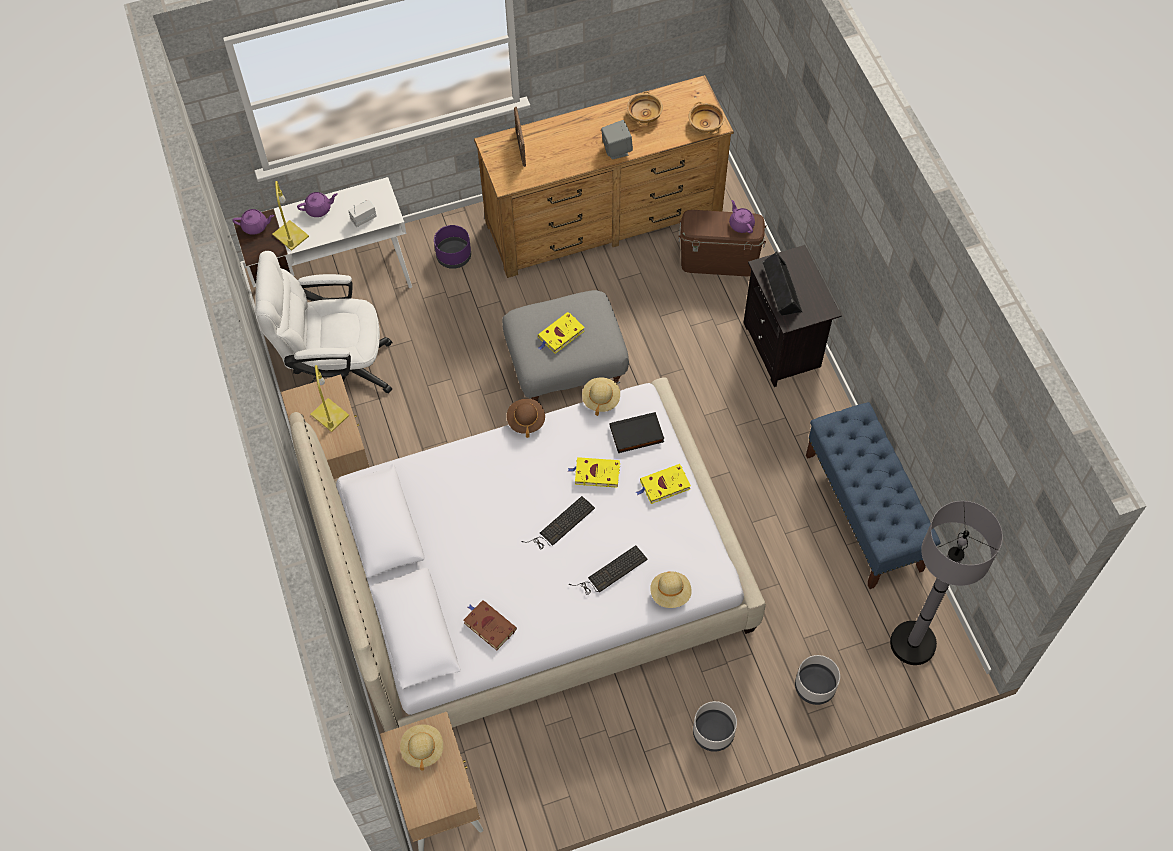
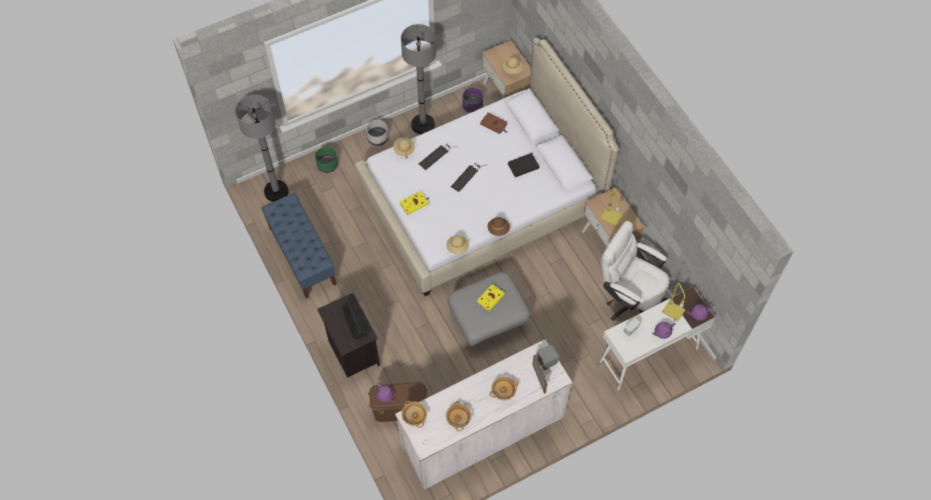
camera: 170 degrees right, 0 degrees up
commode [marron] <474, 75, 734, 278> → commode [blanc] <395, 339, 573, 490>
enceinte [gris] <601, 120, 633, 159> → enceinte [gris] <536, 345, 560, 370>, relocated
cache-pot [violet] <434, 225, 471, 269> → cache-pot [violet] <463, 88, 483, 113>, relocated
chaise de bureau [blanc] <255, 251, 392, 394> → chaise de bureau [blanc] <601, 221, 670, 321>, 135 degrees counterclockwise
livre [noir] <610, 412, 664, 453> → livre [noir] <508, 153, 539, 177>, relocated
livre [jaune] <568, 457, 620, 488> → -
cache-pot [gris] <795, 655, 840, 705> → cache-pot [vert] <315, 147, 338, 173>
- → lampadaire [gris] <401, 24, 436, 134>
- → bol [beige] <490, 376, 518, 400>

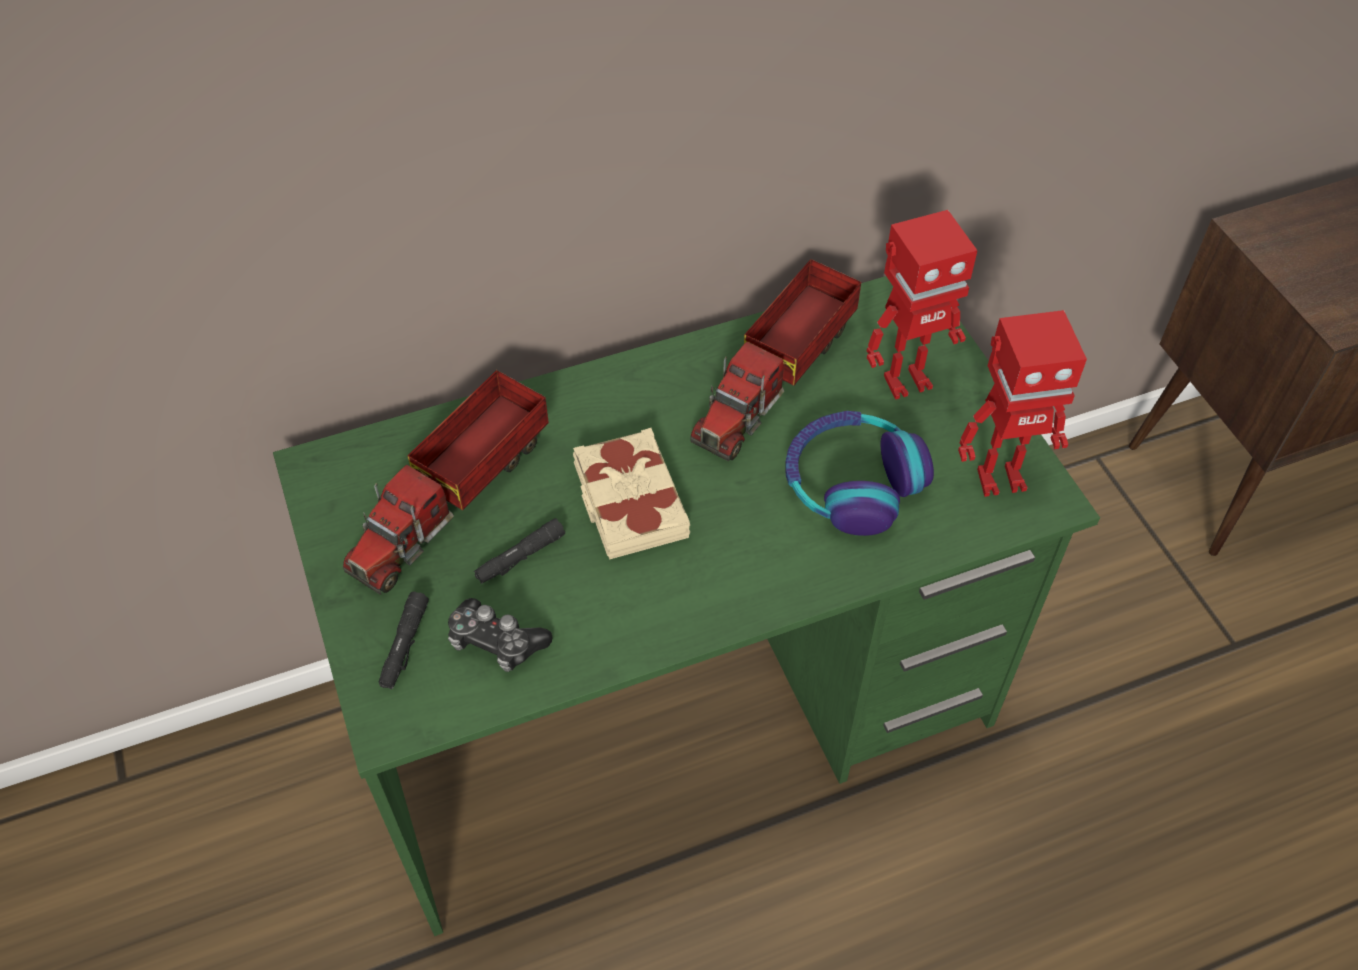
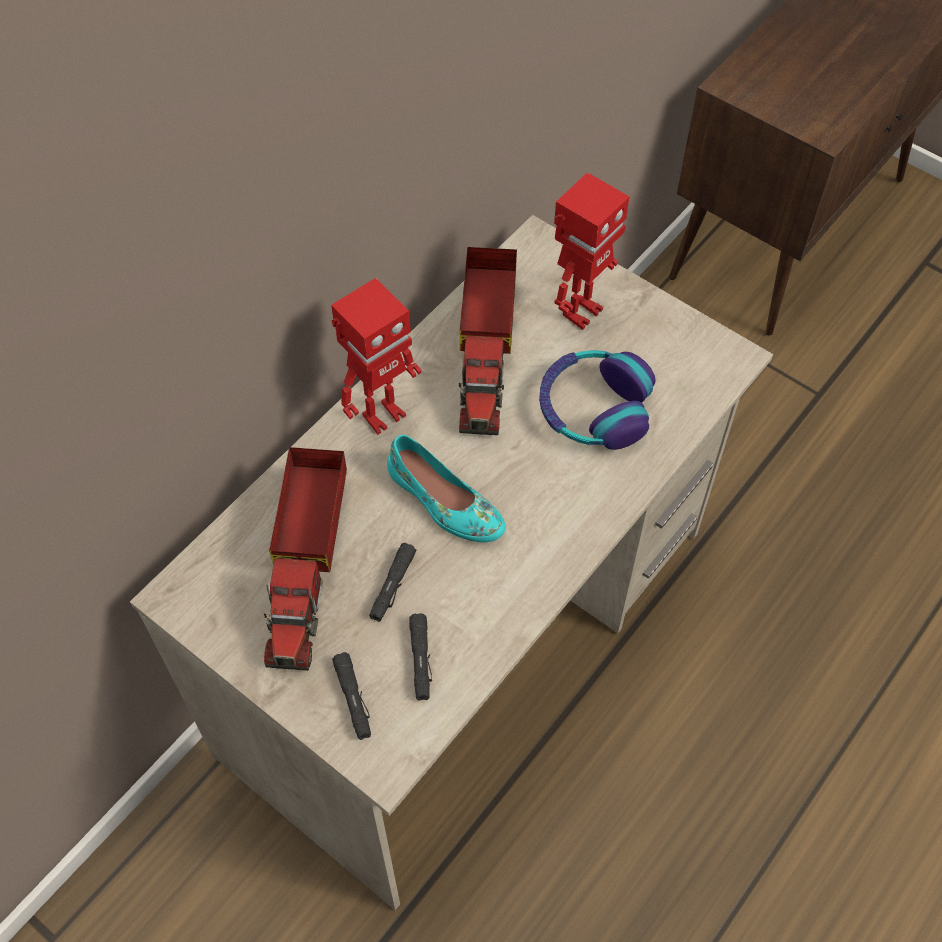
camera: 30 degrees left, 5 degrees up
bureau [vert] <273, 276, 1100, 936> → bureau [beige] <130, 215, 773, 910>
robot jouet <958, 310, 1087, 497> → robot jouet <331, 278, 422, 435>, relocated
livre [beige] <573, 428, 690, 559> → chaussure [turquoise] <387, 435, 506, 542>
manette <448, 598, 552, 672> → lampe de poche [noir] <409, 613, 432, 701>

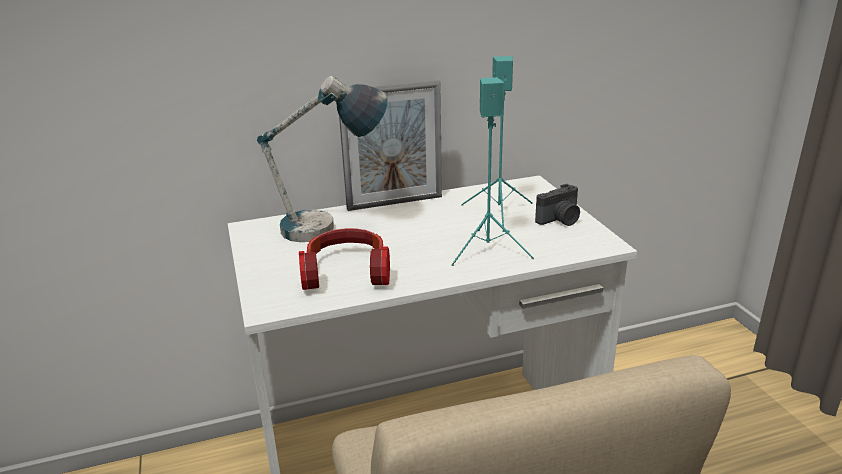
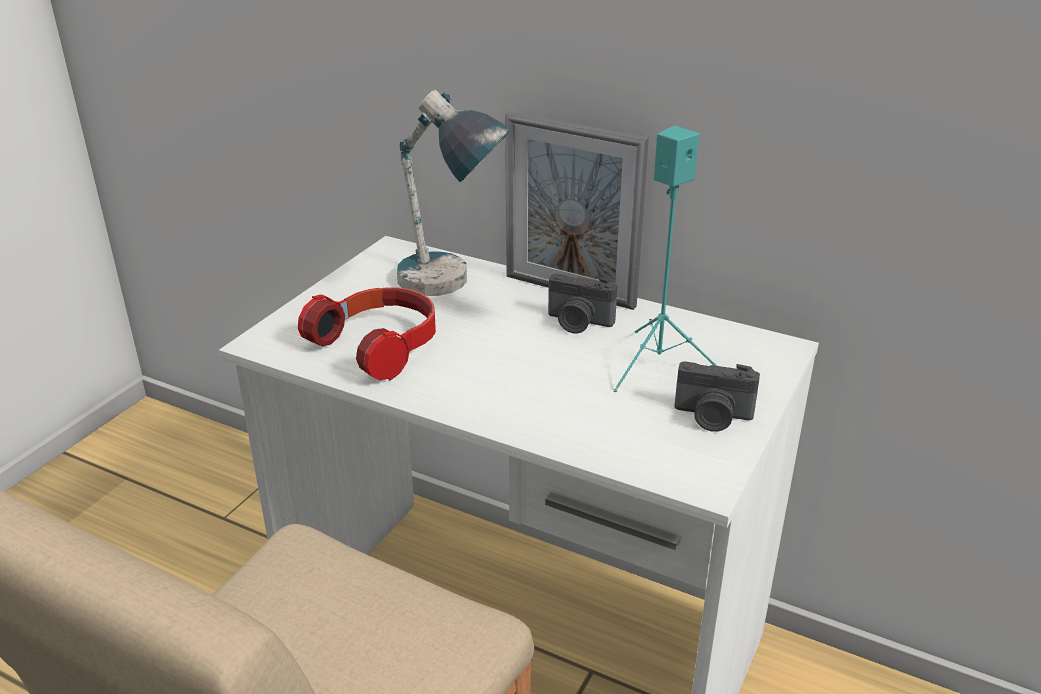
camera: 45 degrees right, 5 degrees up
enceinte [turquoise] <451, 77, 534, 266> → -
- → appareil photo <548, 274, 617, 334>

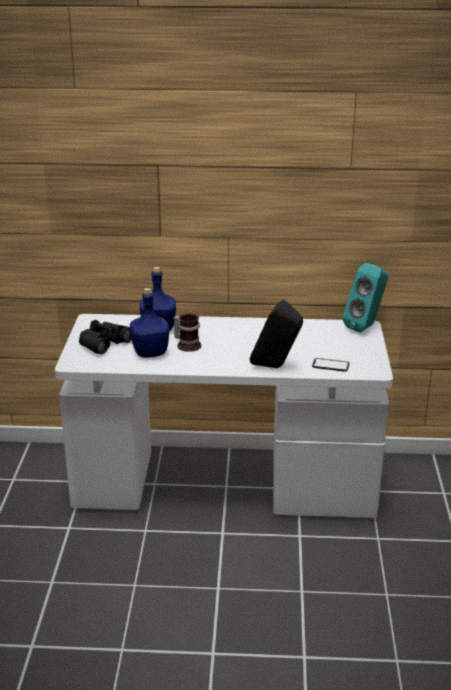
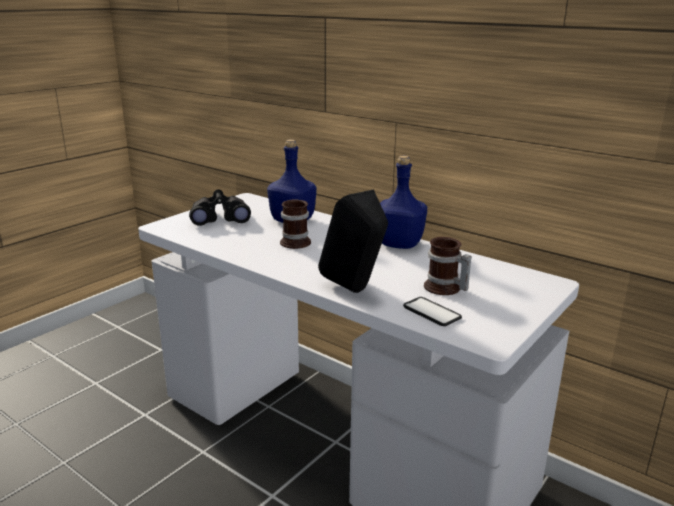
camera: 35 degrees right, 5 degrees down
enceinte [turquoise] <342, 263, 388, 333> → -
bouteille [bleu] <130, 288, 169, 358> → bouteille [bleu] <380, 156, 427, 249>, relocated
- → mug <424, 237, 472, 295>

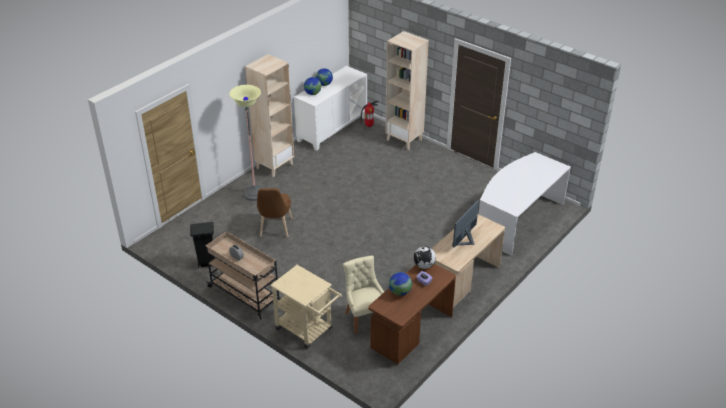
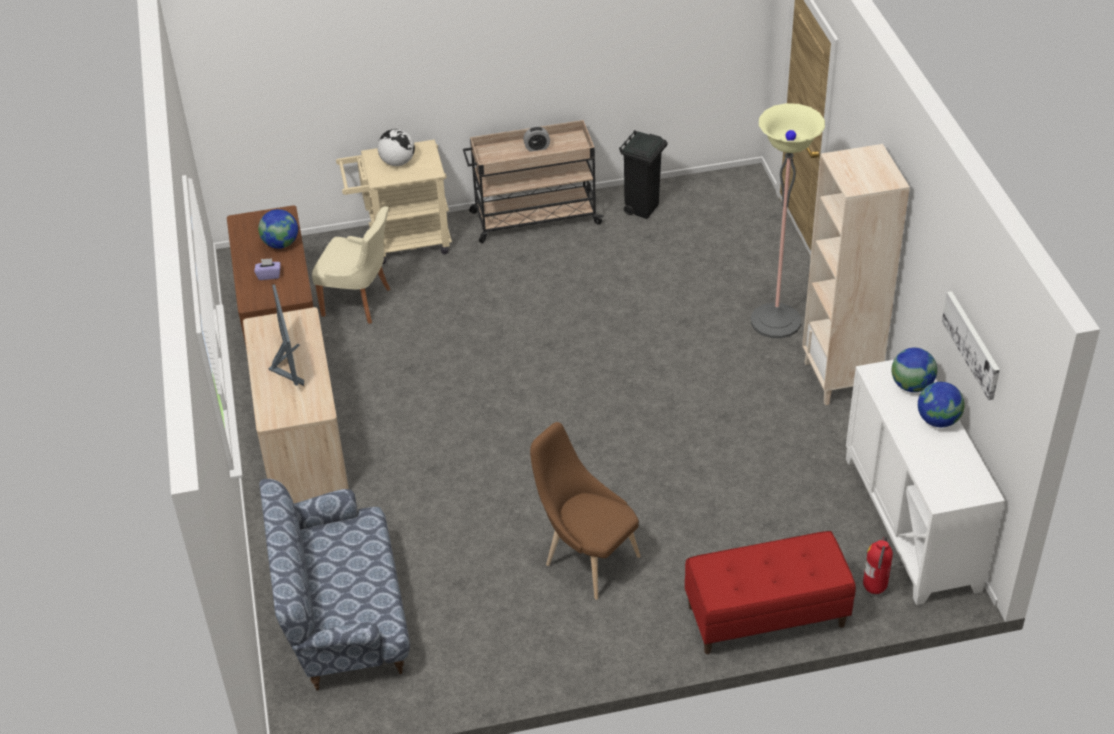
camera: 130 degrees right, 5 degrees up
bibliothèque [beige] <385, 31, 429, 150> → banc [rouge] <685, 531, 856, 654>
bureau [blanc] <479, 152, 571, 256> → canapé <259, 479, 410, 691>
chaise [marron] <257, 188, 293, 237> → chaise [marron] <530, 422, 641, 600>, relocated
globe <414, 246, 436, 269> → globe <377, 129, 415, 166>, relocated
- → tableau <942, 291, 1000, 400>

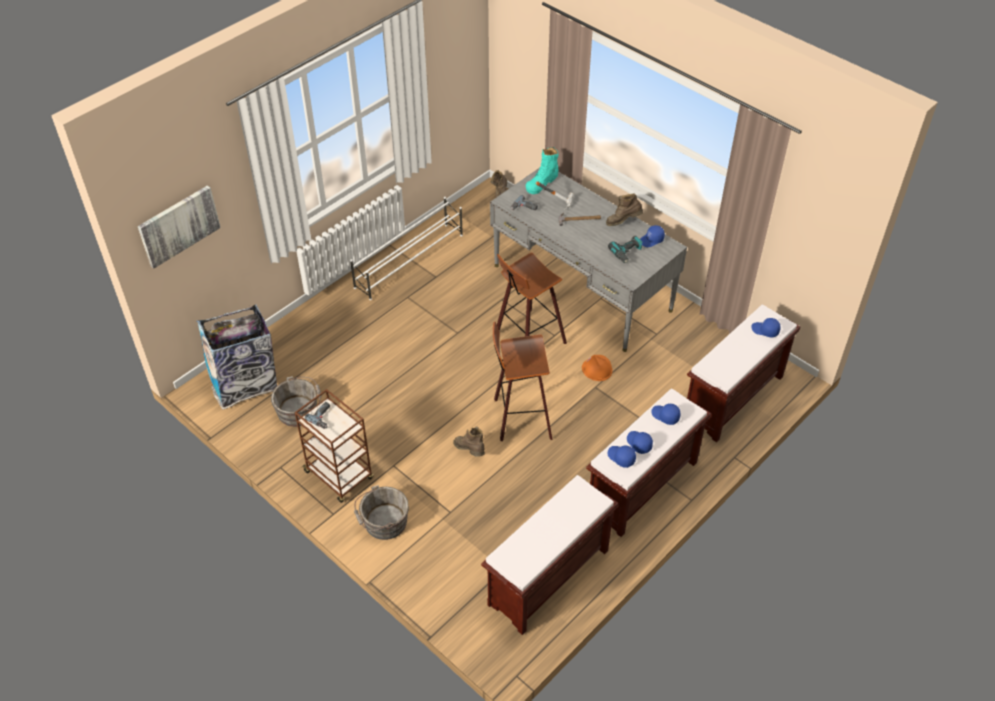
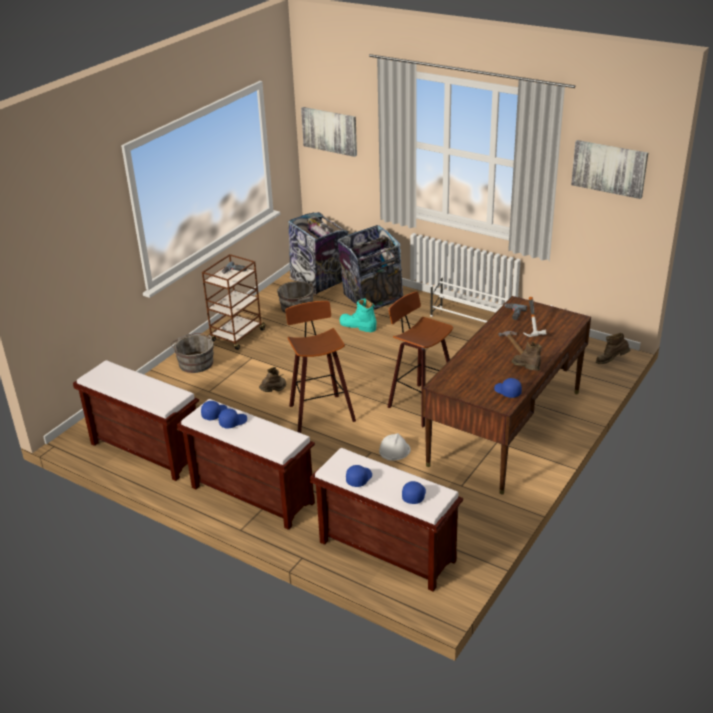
camera: 80 degrees right, 15 degrees down
botte [turquoise] <526, 147, 558, 194> → botte [turquoise] <340, 299, 377, 332>, relocated
bureau [gris] <490, 168, 687, 352> → bureau [marron] <422, 296, 591, 494>
perceuse <608, 235, 643, 263> → -
casque de chantier [orange] <582, 355, 612, 381> → casque de chantier [blanc] <379, 433, 411, 461>
casquette [bleu] <652, 404, 681, 425> → casquette [bleu] <346, 465, 372, 487>, relocated
- → tableau <571, 140, 648, 199>
- → poubelle <338, 225, 403, 309>

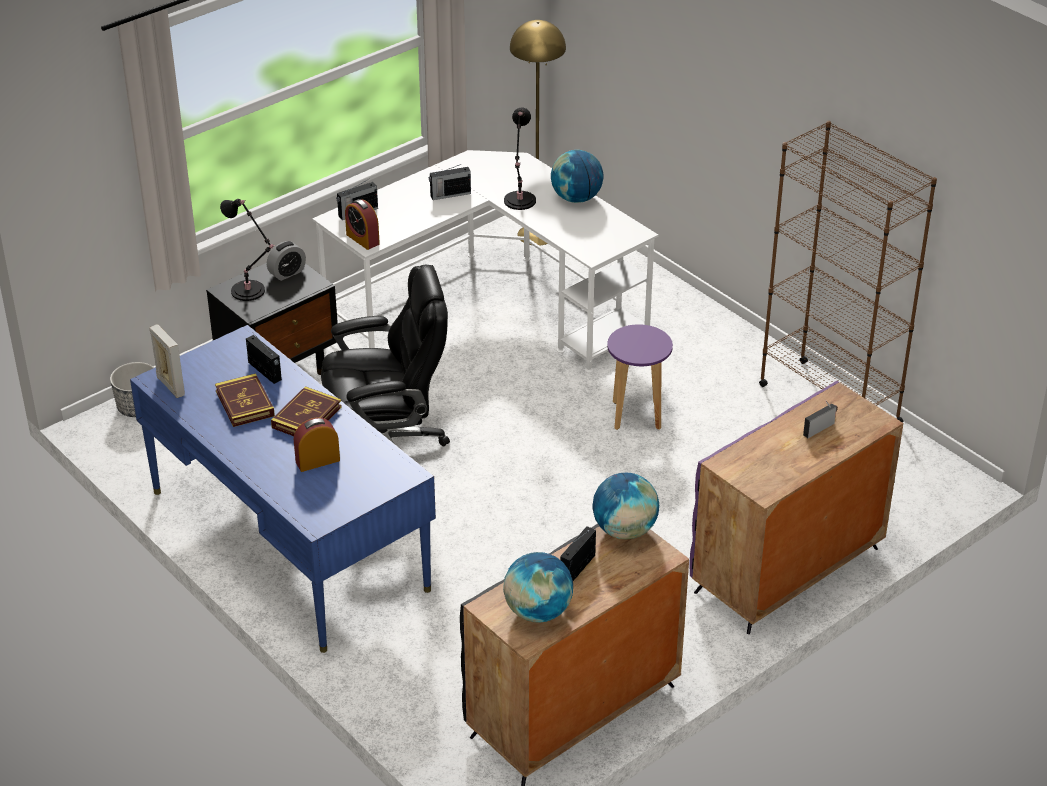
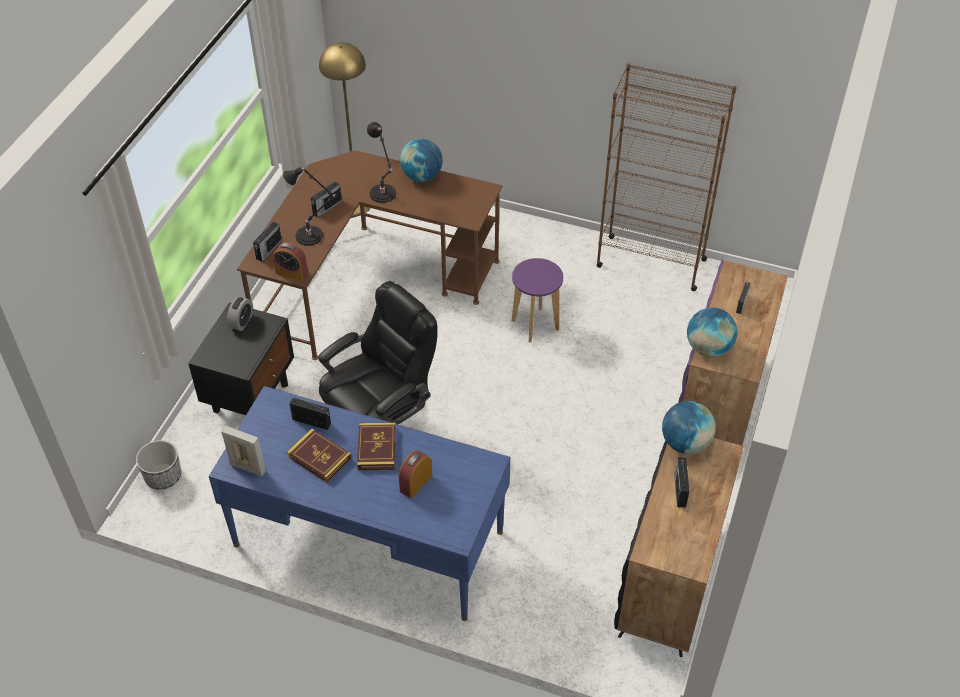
camera: 30 degrees left, 10 degrees up
bureau [blanc] <312, 150, 658, 373> → bureau [marron] <237, 150, 503, 360>
lampe de table [noir] <220, 199, 275, 301> → lampe de table [noir] <283, 167, 336, 246>, relocated
globe <503, 552, 573, 622> → globe <687, 308, 737, 357>, relocated

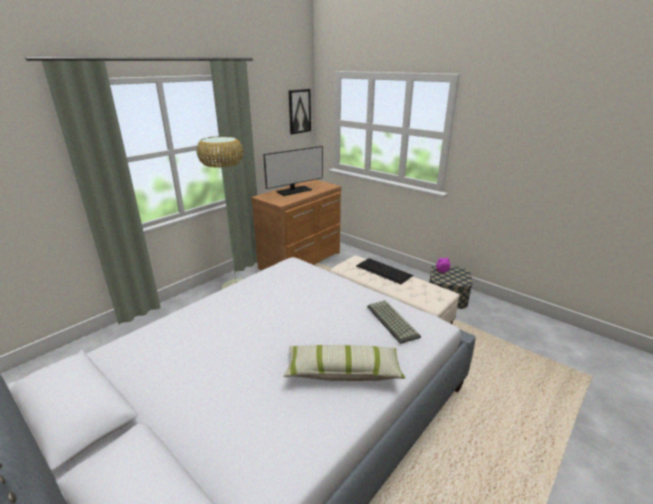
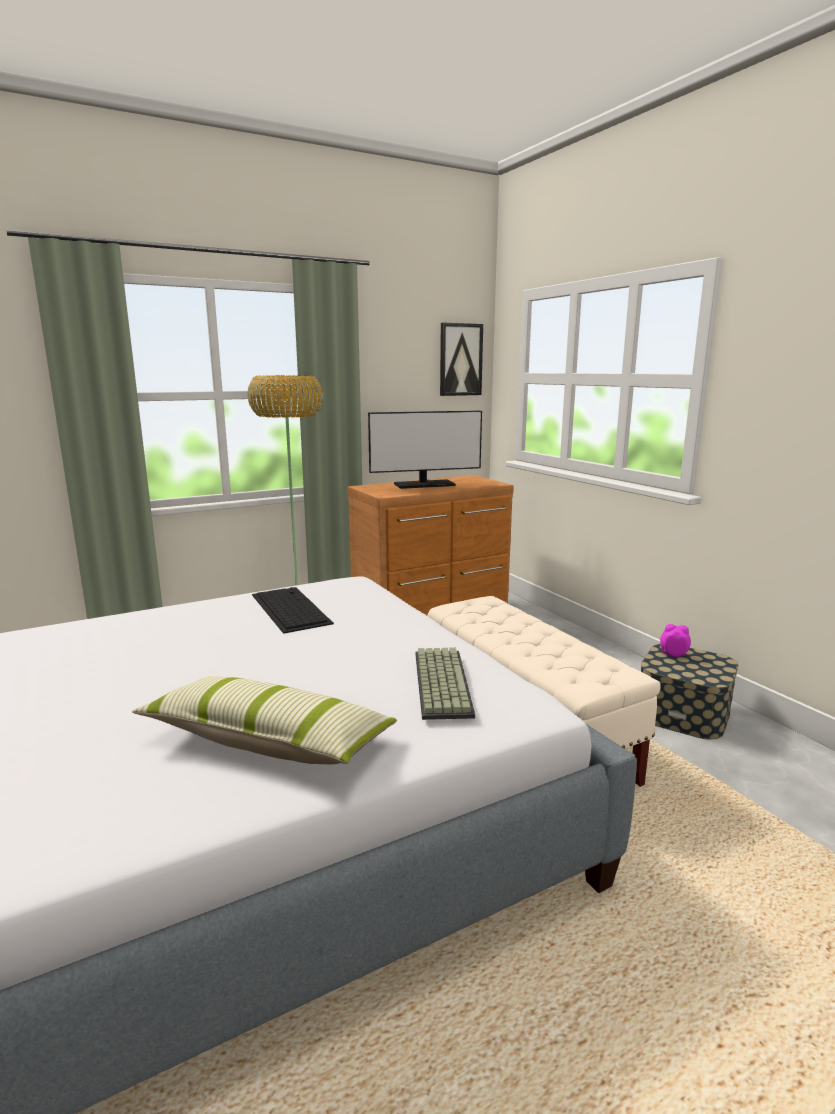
camera: 20 degrees right, 10 degrees down
clavier <356, 258, 414, 284> → clavier <252, 587, 334, 634>, relocated

